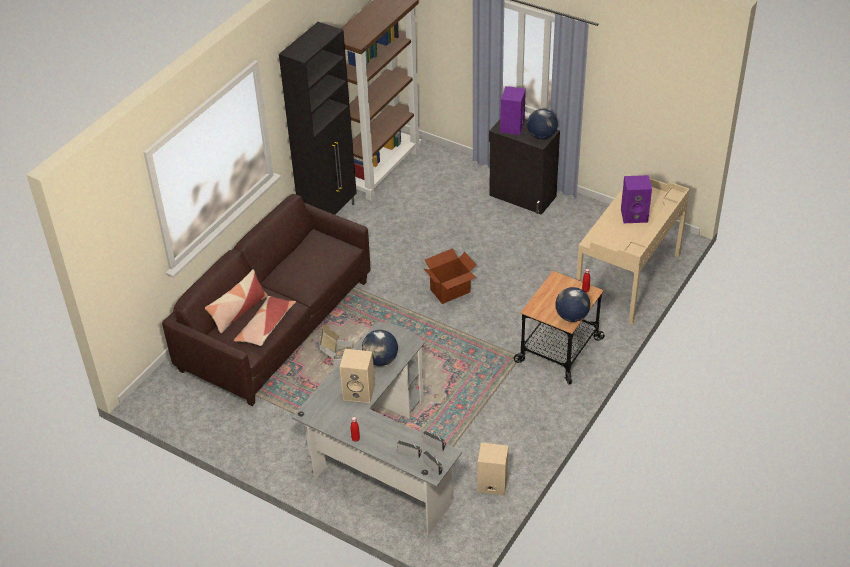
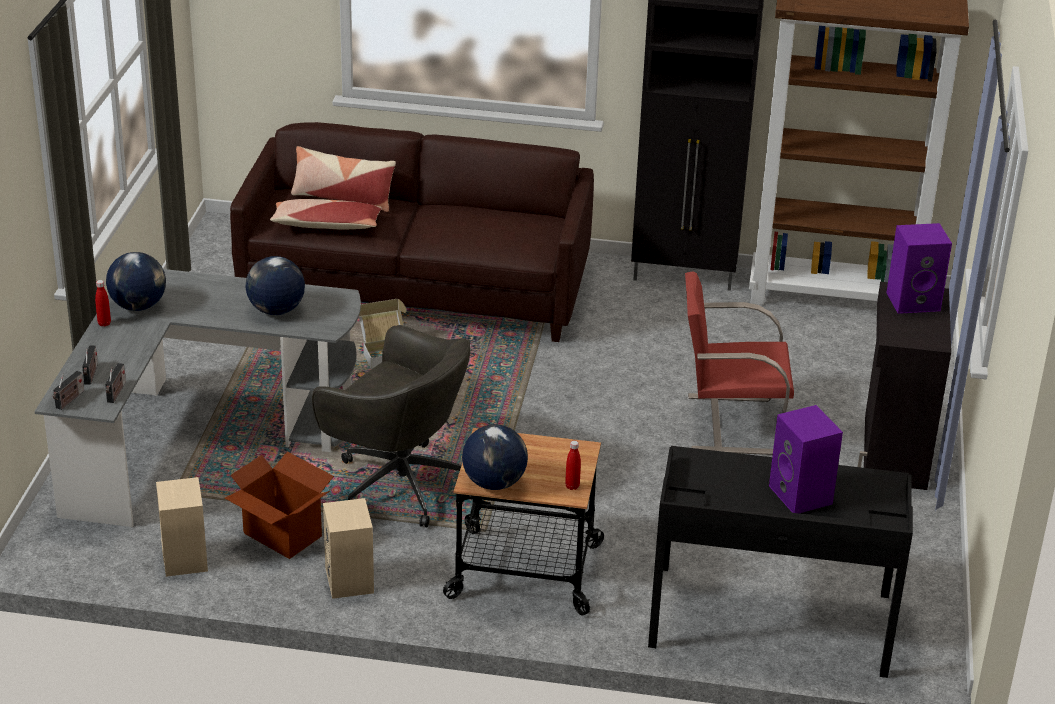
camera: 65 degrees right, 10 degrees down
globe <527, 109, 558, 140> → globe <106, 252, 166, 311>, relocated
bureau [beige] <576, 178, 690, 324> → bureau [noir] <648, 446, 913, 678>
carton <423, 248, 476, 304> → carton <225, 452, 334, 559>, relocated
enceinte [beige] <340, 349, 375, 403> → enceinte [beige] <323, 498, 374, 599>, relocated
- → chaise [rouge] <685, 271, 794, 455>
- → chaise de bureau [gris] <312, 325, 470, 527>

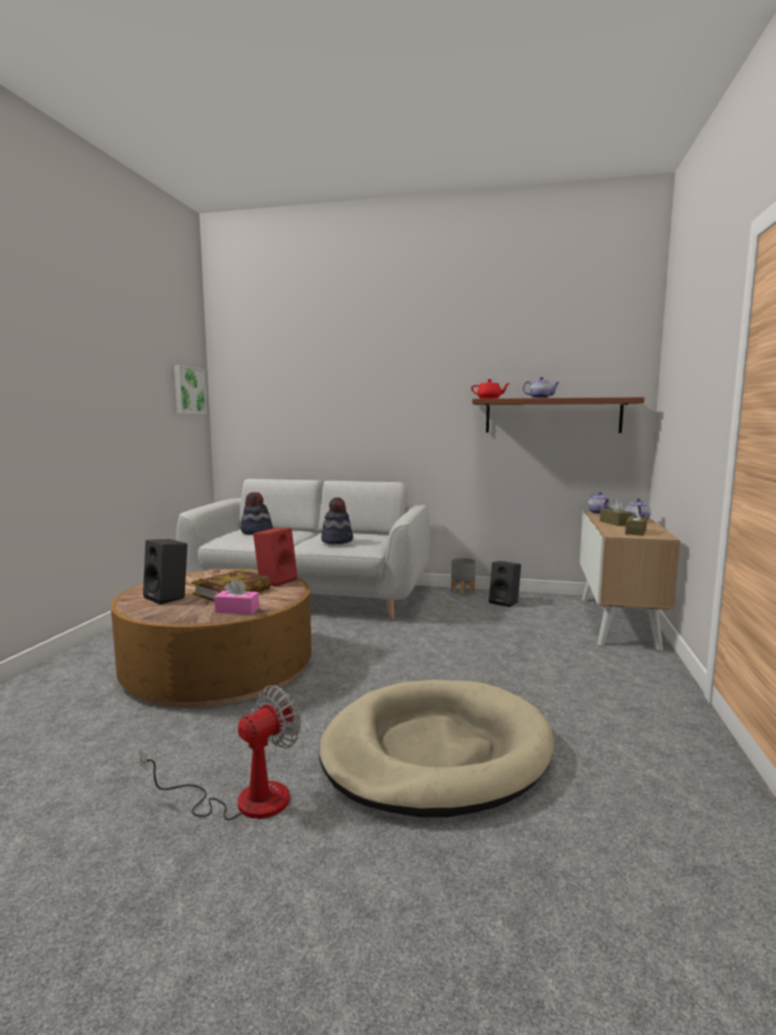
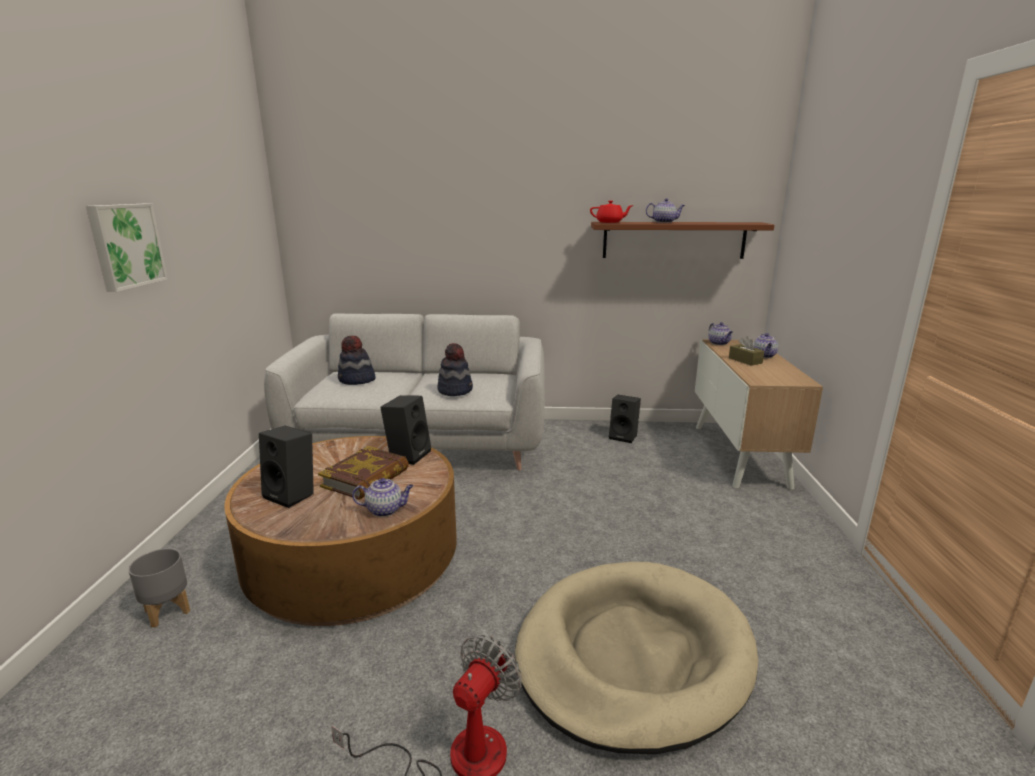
camera: 10 degrees left, 10 degrees up
tableau <174, 365, 207, 414> → tableau <86, 204, 168, 292>, relocated
boîte à mouchoirs [marron] <625, 506, 647, 536> → -
enceinte [rouge] <253, 528, 298, 587> → enceinte [noir] <380, 395, 431, 465>
cache-pot [gris] <451, 558, 476, 596> → cache-pot [gris] <128, 548, 190, 627>, relocated
boîte à mouchoirs [rose] <214, 579, 259, 614> → théière <352, 478, 414, 517>

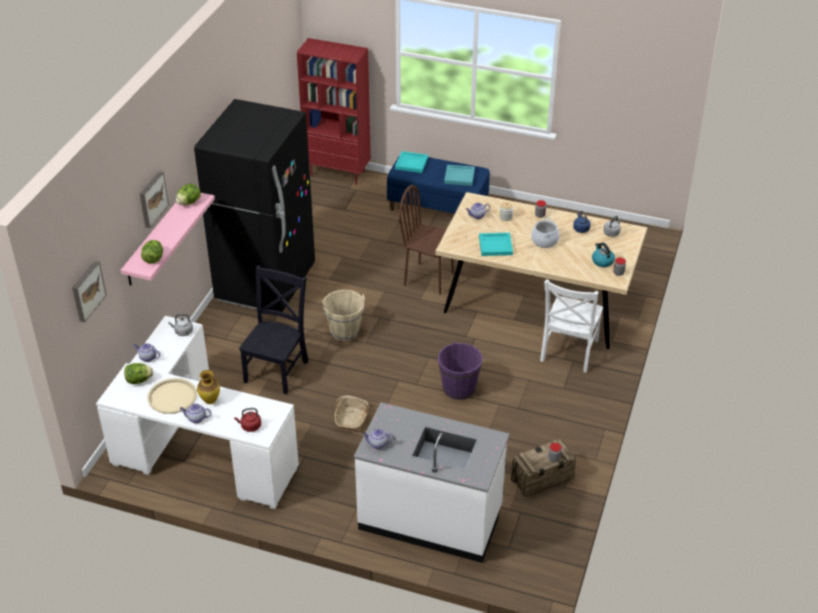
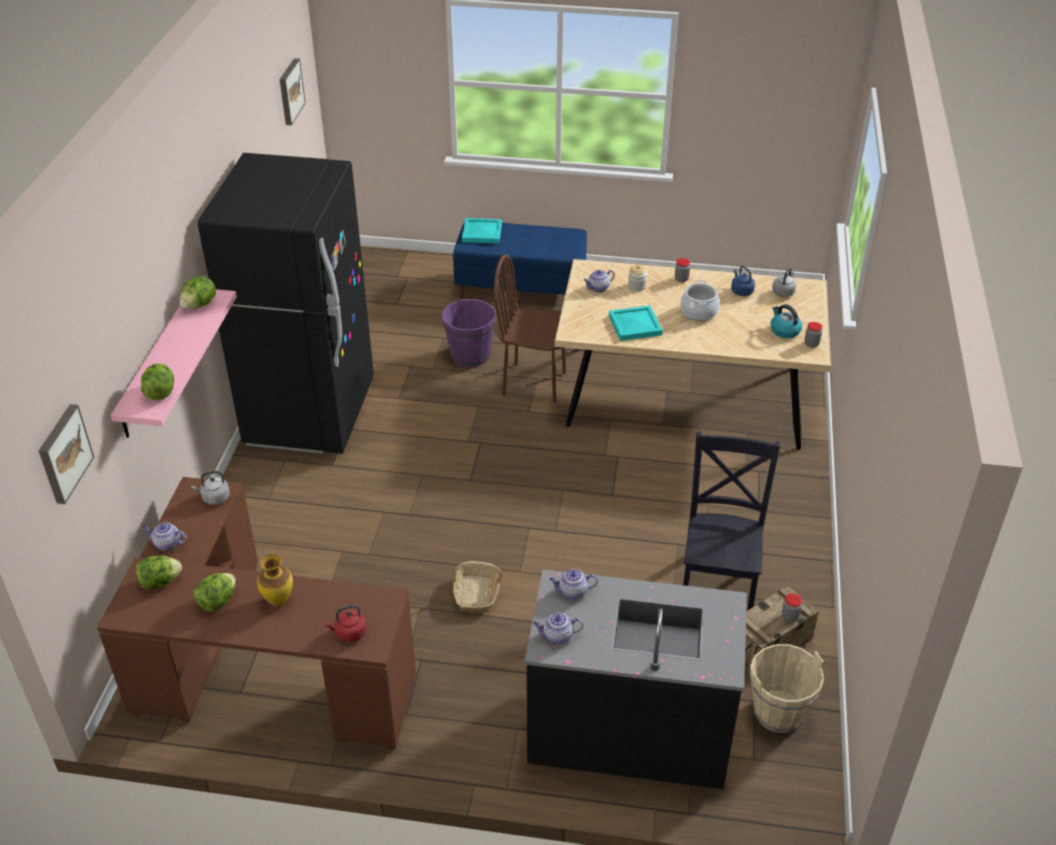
camera: 10 degrees left, 0 degrees up
bibliothèque [rouge] <297, 38, 371, 185> → -
plateau [turquoise] <444, 165, 475, 186> → -
tableau <140, 171, 169, 228> → tableau <279, 58, 306, 125>, relocated
chaise [noir] <239, 265, 308, 394> → chaise [noir] <683, 432, 781, 611>, relocated
chaise [blanc] <540, 279, 603, 373> → -
seau [beige] <322, 290, 365, 341> → seau [beige] <750, 644, 824, 732>, relocated
bureau [blanc] <96, 316, 299, 509> → bureau [marron] <97, 477, 416, 750>
seau [violet] <438, 342, 482, 400> → seau [violet] <442, 298, 496, 367>, relocated
plateau [beige] <147, 378, 197, 414> → laitue <193, 573, 236, 611>
comptoir de cuisine [blanc] <354, 402, 510, 563> → comptoir de cuisine [noir] <525, 569, 747, 789>
théière <180, 404, 212, 423> → théière <549, 569, 598, 600>, relocated

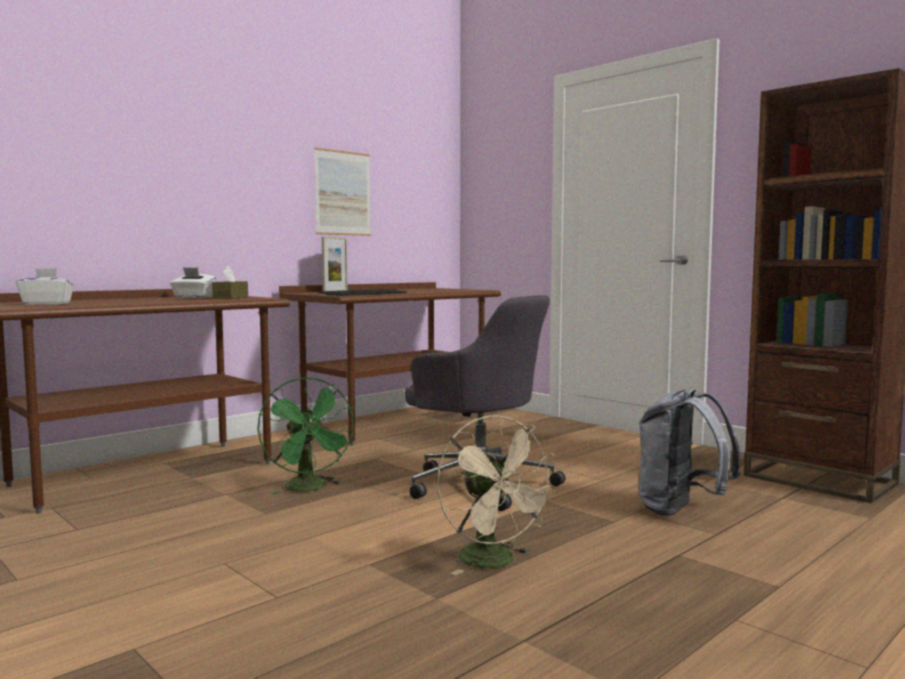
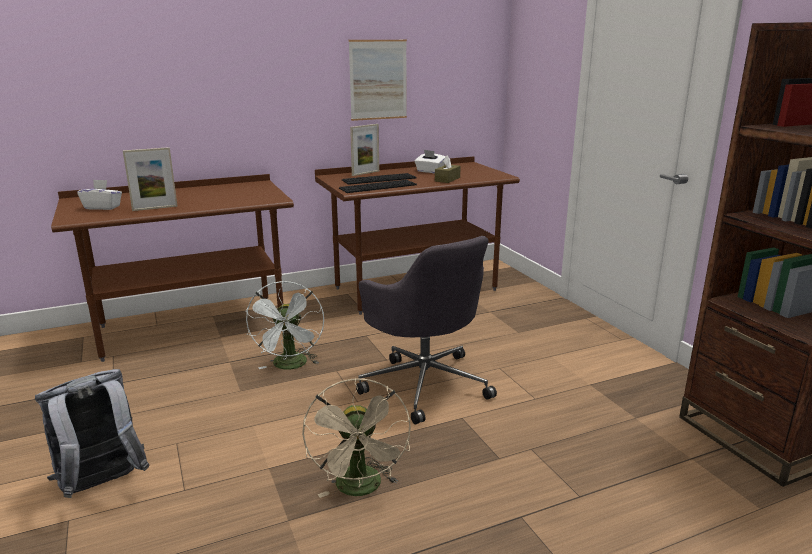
camera: 20 degrees right, 15 degrees up
boîte à mouchoirs [marron] <212, 266, 248, 299> → boîte à mouchoirs [marron] <435, 155, 461, 183>, relocated
boîte à mouchoirs [blanc] <170, 267, 216, 298> → boîte à mouchoirs [blanc] <415, 150, 445, 173>, relocated
ventilateur [vert] <258, 377, 355, 495> → ventilateur [blanc] <245, 281, 324, 370>
sac à dos [gris] <639, 387, 741, 516> → sac à dos [gris] <35, 369, 150, 498>, relocated
- → cadre photo <123, 147, 178, 211>

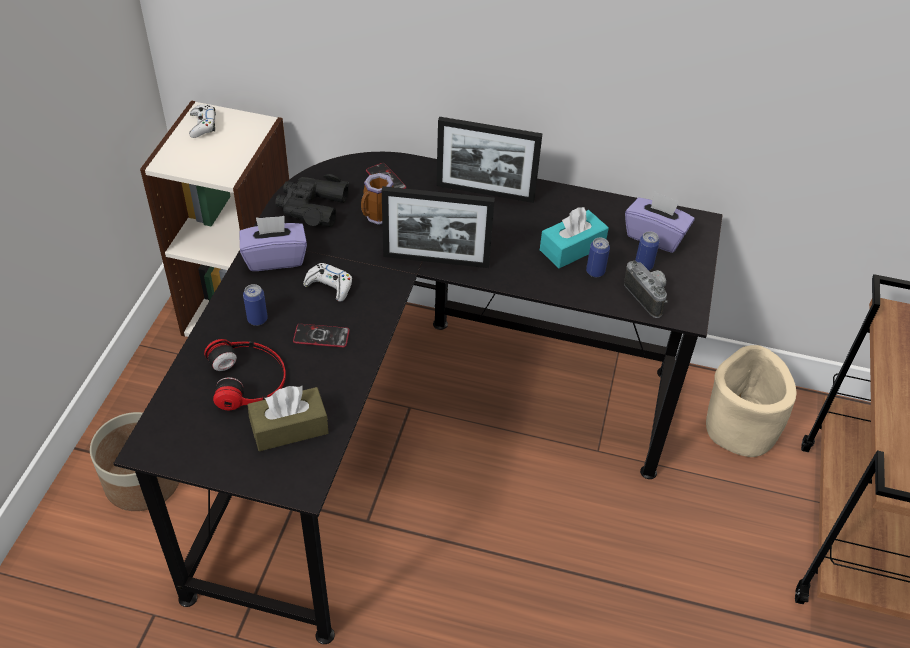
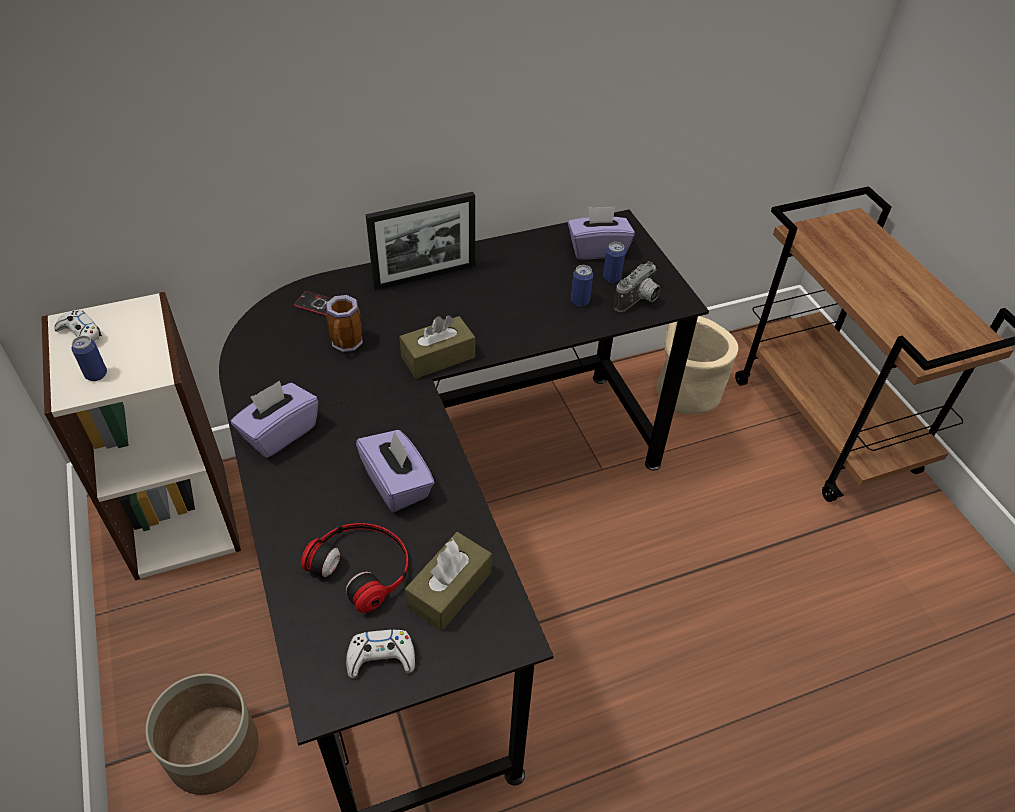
camera: 35 degrees left, 0 degrees up
jumelles [noir] <275, 174, 349, 227> → -
cadre photo <382, 186, 495, 268> → boîte à mouchoirs [marron] <399, 315, 475, 379>
boîte à mouchoirs [turquoise] <540, 207, 609, 268> → -
appareil photo <624, 261, 668, 318> → appareil photo <614, 261, 661, 312>, 105 degrees clockwise
manette [blanc] <303, 263, 352, 302> → manette [blanc] <346, 629, 415, 678>, relocated
boîte métallique <243, 284, 268, 326> → boîte métallique <71, 336, 107, 381>, relocated
téléphone <293, 324, 350, 347> → boîte à mouchoirs [violet] <356, 430, 435, 512>

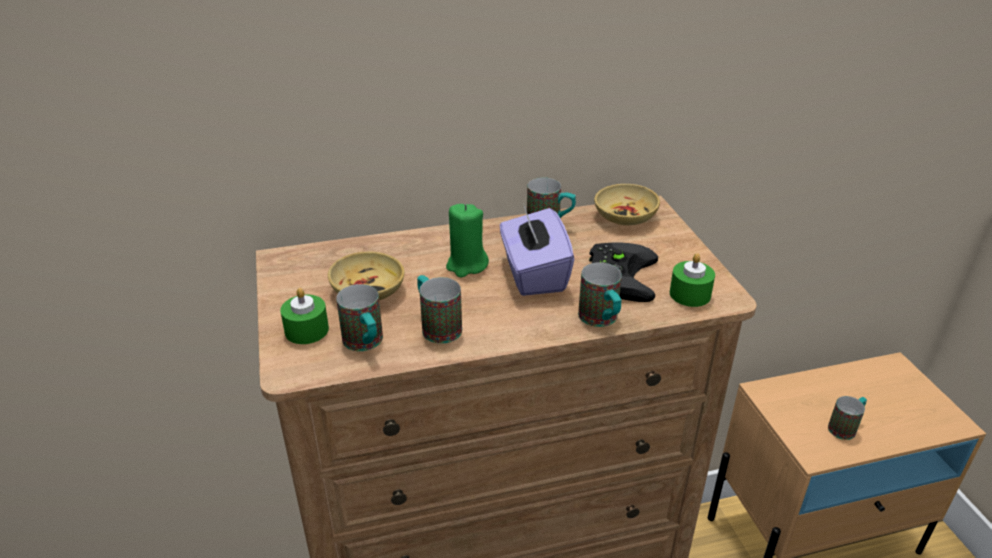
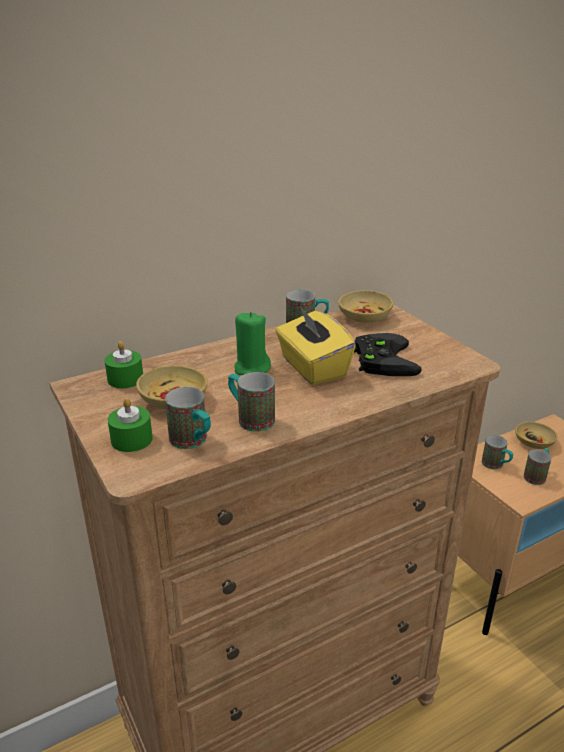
camera: 15 degrees left, 5 degrees down
boîte à mouchoirs [violet] <500, 203, 575, 296> → boîte à mouchoirs [jaune] <276, 307, 356, 385>
bougie [vert] <670, 253, 715, 307> → bougie [vert] <104, 341, 143, 388>, relocated
mug <578, 262, 622, 327> → mug <482, 435, 513, 470>, relocated
- → bol [beige] <515, 422, 558, 449>

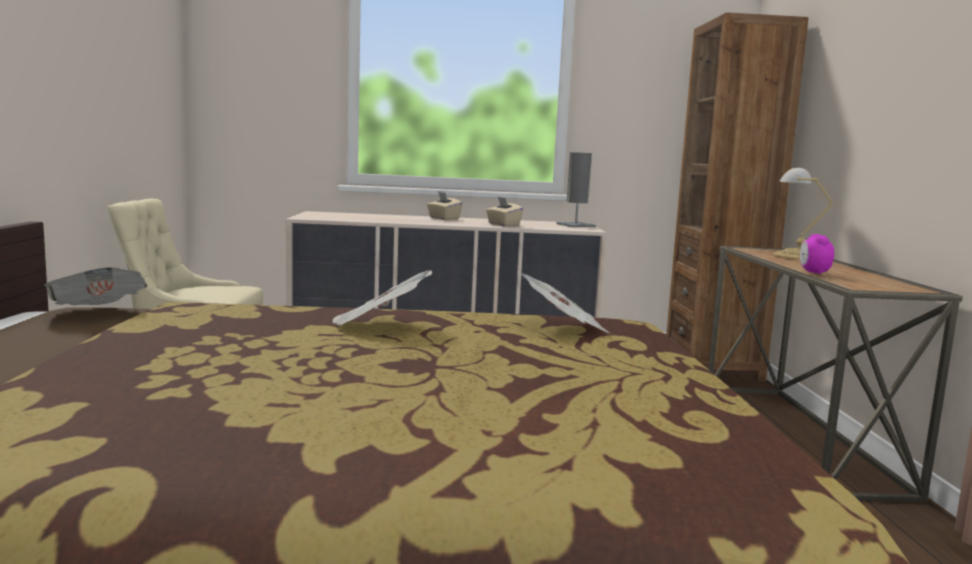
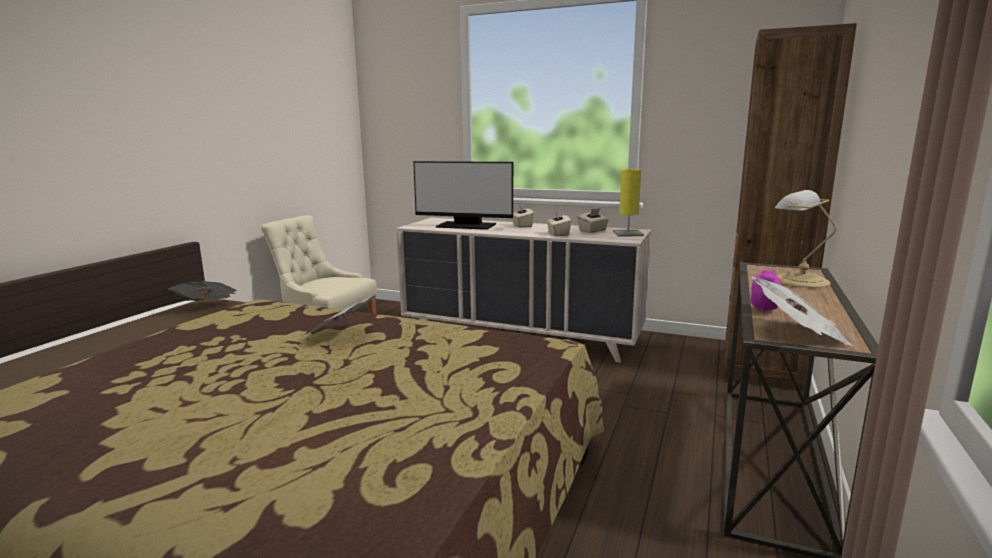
camera: 25 degrees right, 5 degrees up
lampe de table [gris] <556, 152, 596, 227> → lampe de table [jaune] <613, 169, 644, 237>
journal <518, 272, 612, 334> → journal <752, 277, 853, 346>, relocated
- → écran d'ordinateur <413, 161, 513, 230>
- → boîte à mouchoirs [beige] <577, 208, 609, 233>

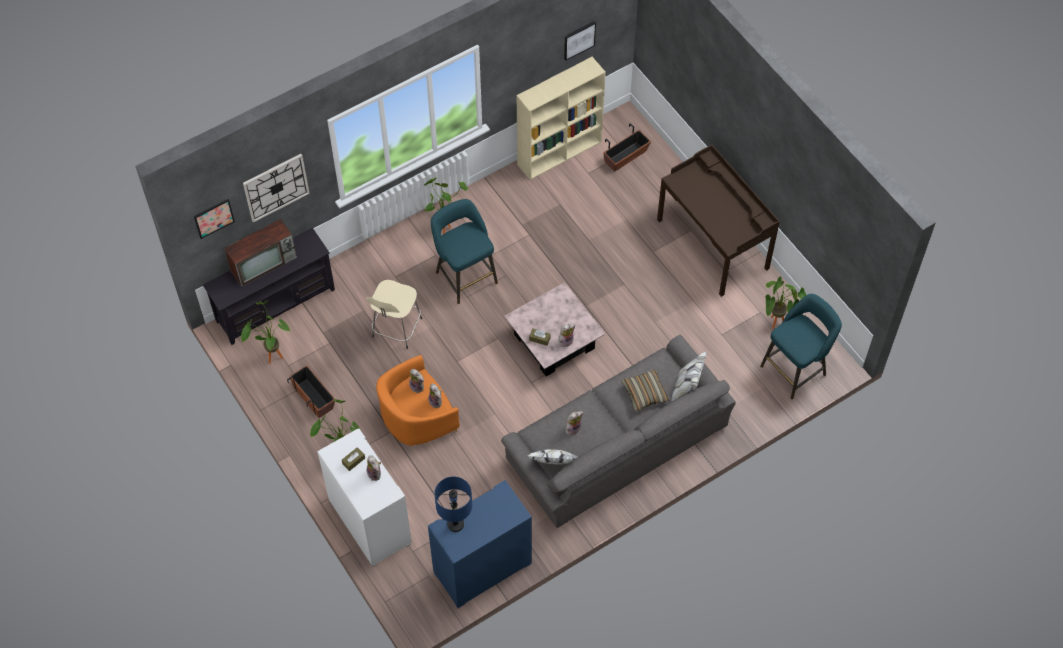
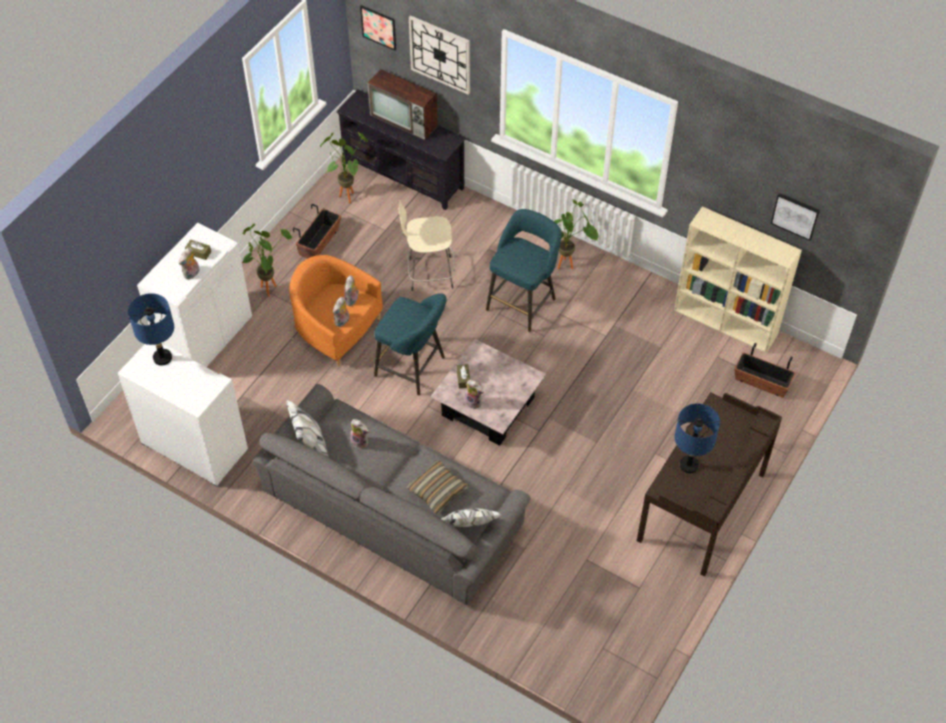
camera: 65 degrees right, 5 degrees down
plante en pot <765, 276, 806, 329> → -
tabouret [turquoise] <760, 294, 842, 399> → tabouret [turquoise] <374, 293, 446, 395>, relocated
meuble de rangement [bleu] <428, 480, 532, 608> → meuble de rangement [blanc] <118, 342, 248, 487>
- → lampe de table [bleu] <675, 403, 720, 474>

